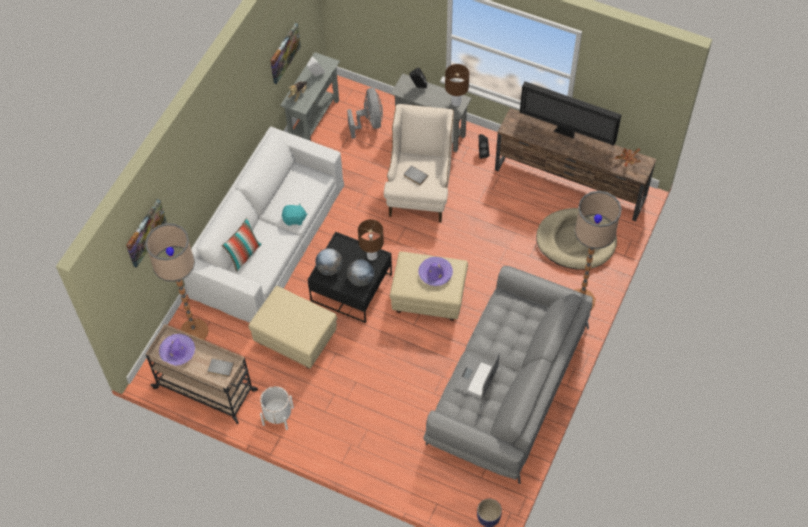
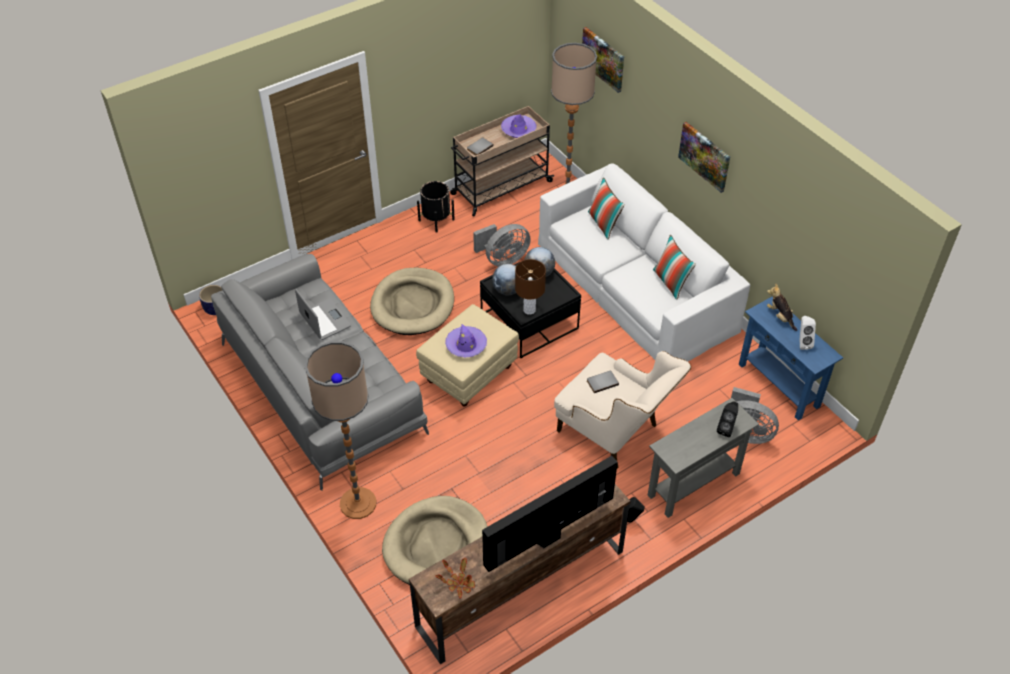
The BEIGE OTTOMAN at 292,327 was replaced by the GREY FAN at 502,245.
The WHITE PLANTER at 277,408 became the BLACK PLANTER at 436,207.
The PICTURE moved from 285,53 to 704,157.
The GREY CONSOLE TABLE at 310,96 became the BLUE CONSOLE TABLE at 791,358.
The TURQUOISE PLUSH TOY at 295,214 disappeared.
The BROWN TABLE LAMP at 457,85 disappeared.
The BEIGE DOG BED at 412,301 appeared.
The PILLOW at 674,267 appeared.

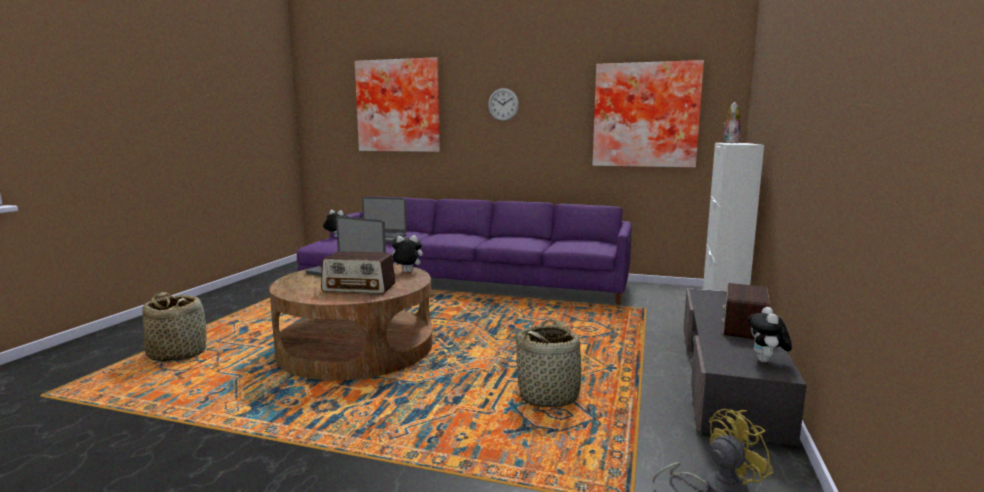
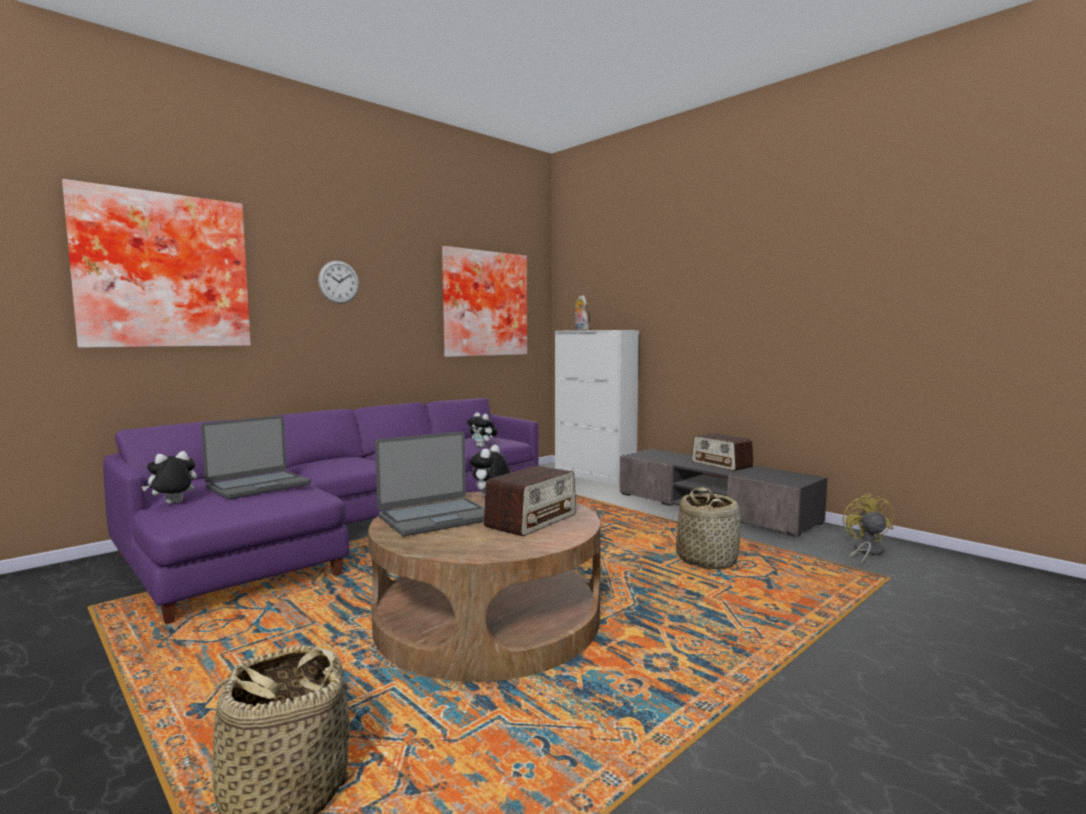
The PLUSH TOY moved from 770,335 to 482,430.

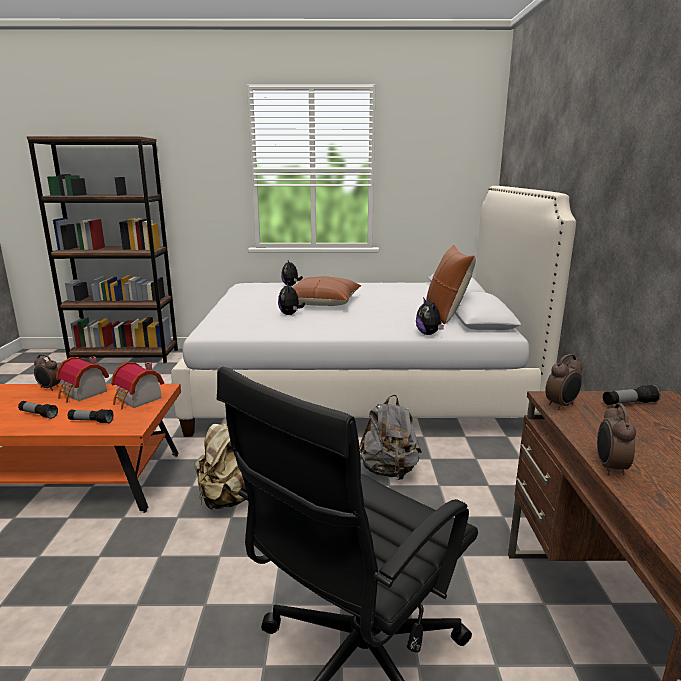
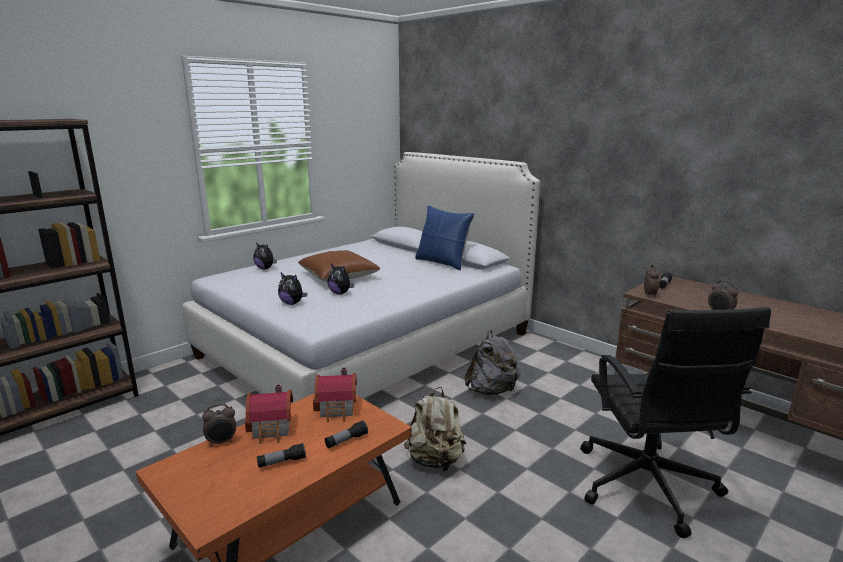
The PLUSH TOY moved from 430,316 to 292,289.
The BROWN PILLOW at 451,284 became the BLUE PILLOW at 444,237.

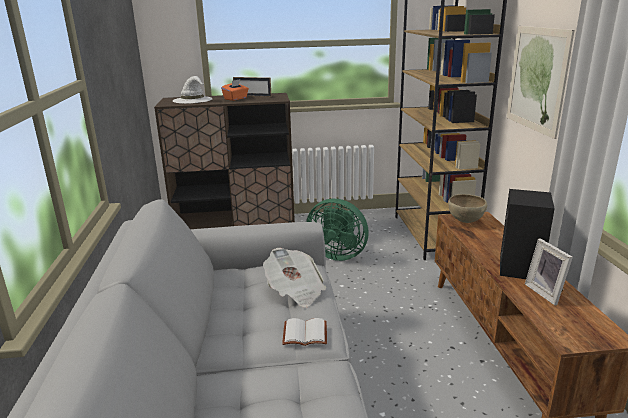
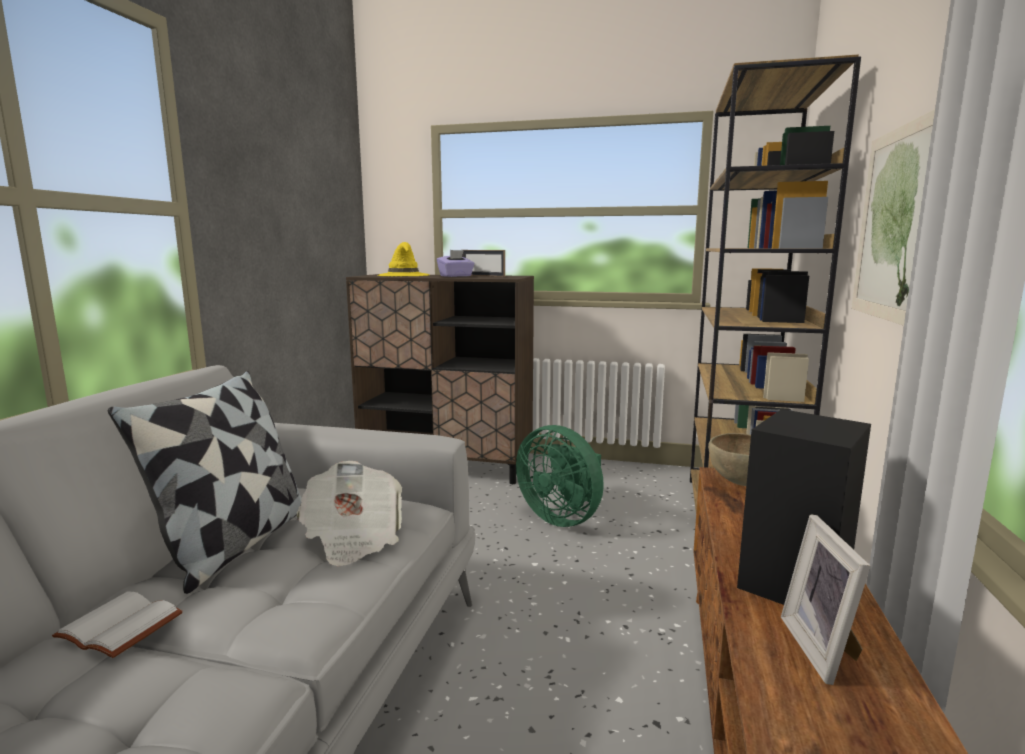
The WHITE HAT at 193,90 became the YELLOW HAT at 404,259.
The ORANGE TISSUE BOX at 235,90 became the PURPLE TISSUE BOX at 456,263.
The WHITE BOOK moved from 304,332 to 117,625.
The PILLOW at 205,482 appeared.

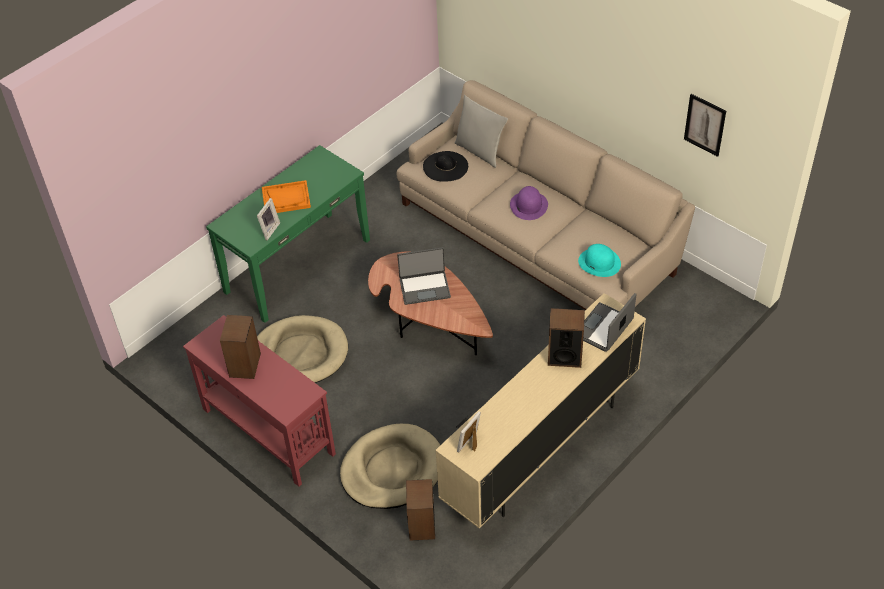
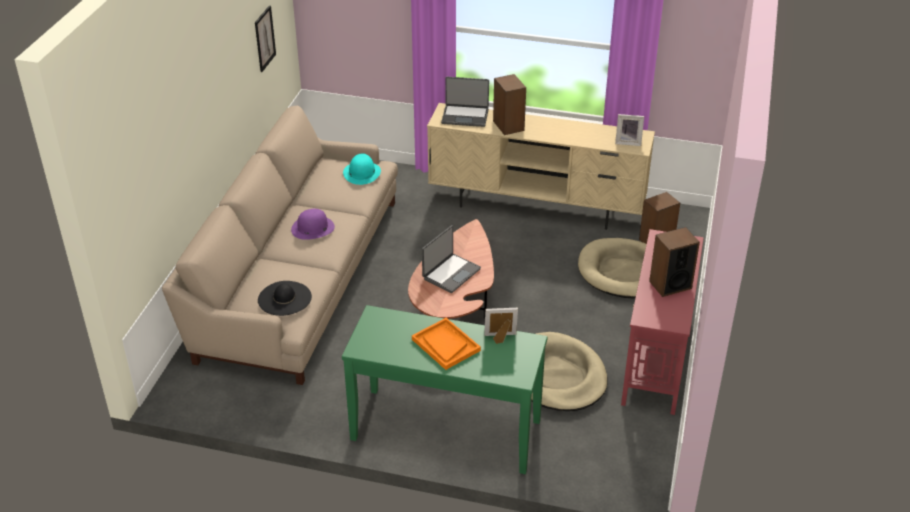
The LAPTOP at 424,276 turned 75 degrees clockwise.
The GREY PILLOW at 481,131 disappeared.

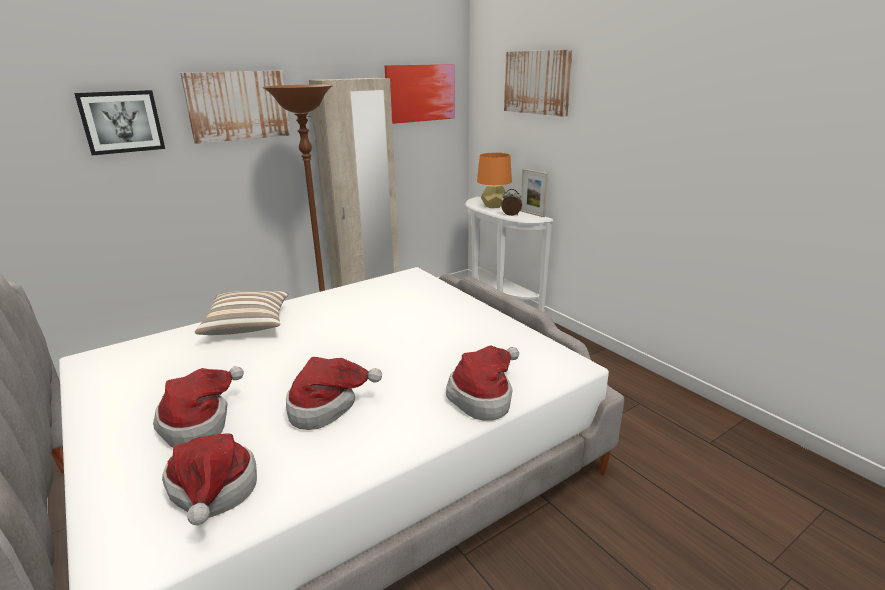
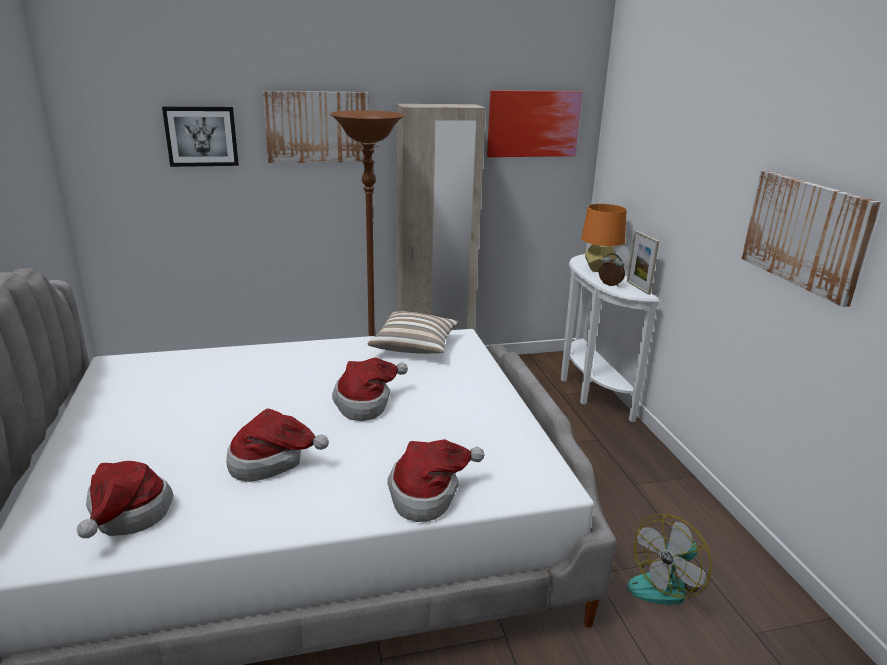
The HAT moved from 198,407 to 370,389.
The PILLOW moved from 242,313 to 413,332.
The PICTURE moved from 538,83 to 811,239.
The FAN at 669,559 appeared.

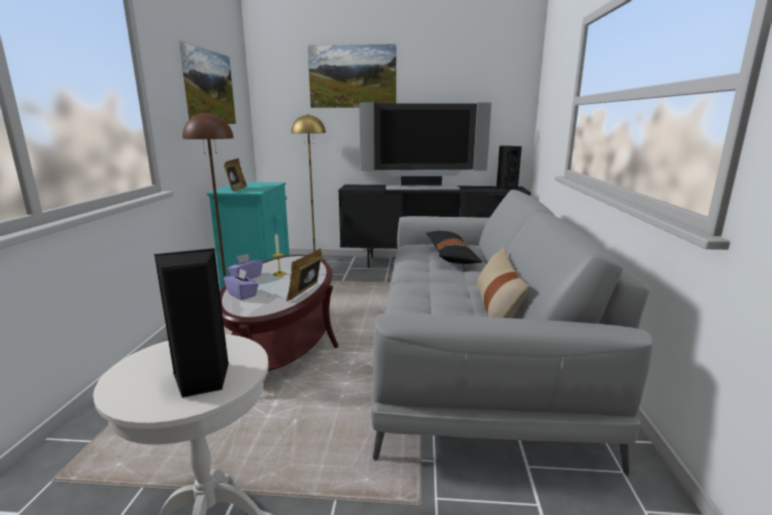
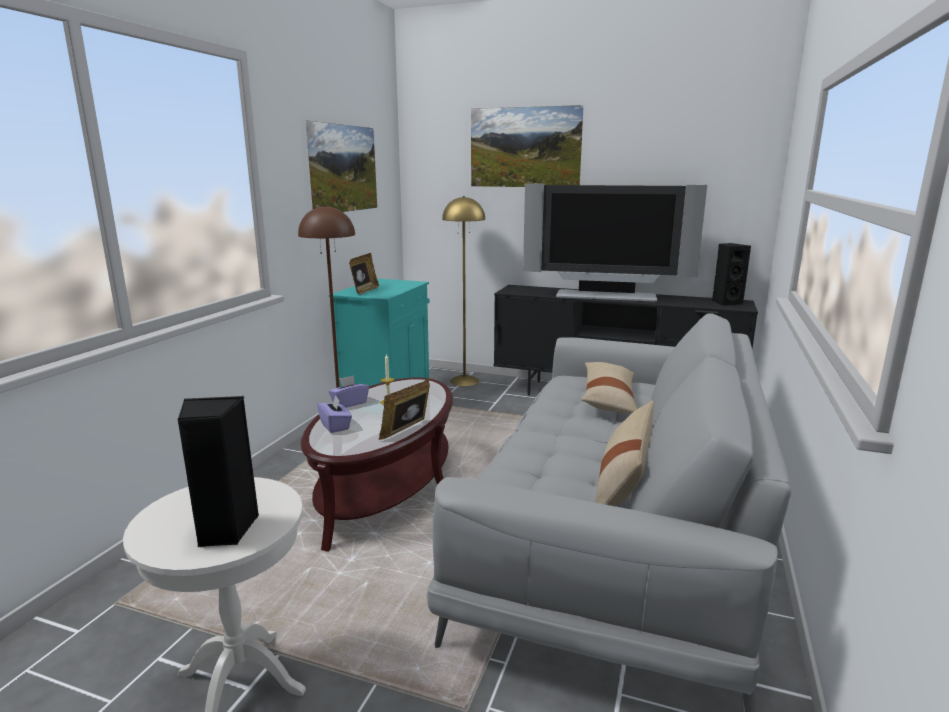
The BLACK PILLOW at 454,247 became the BEIGE PILLOW at 610,387.

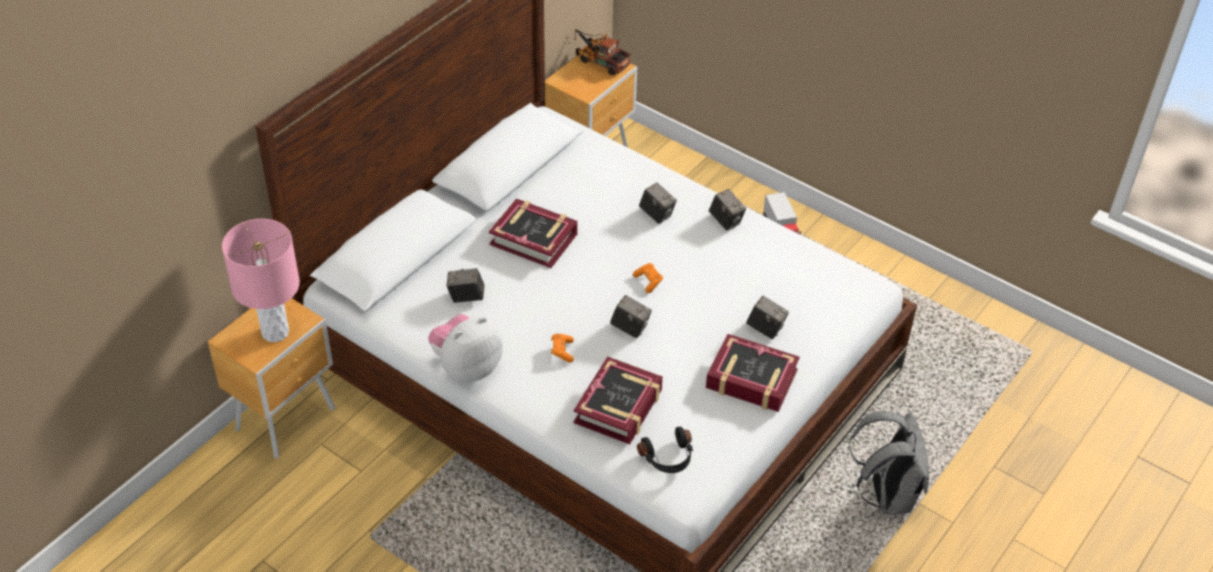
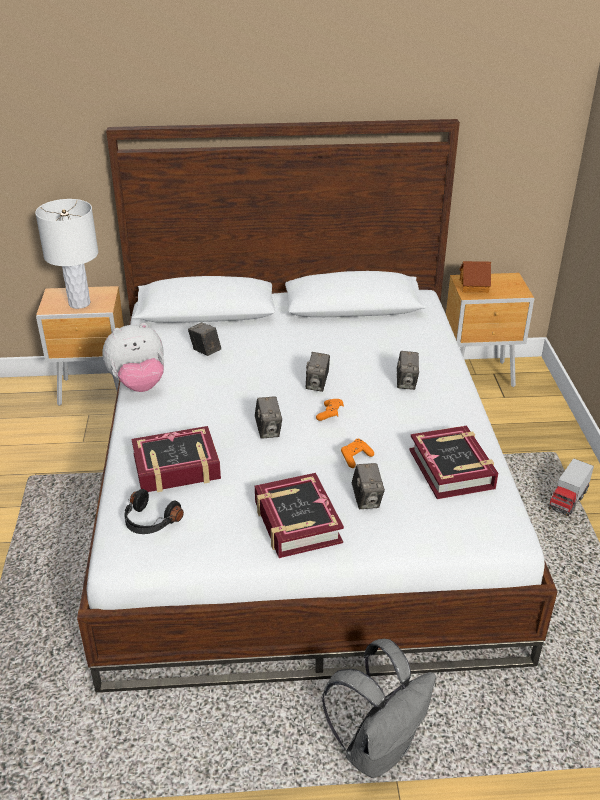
The PINK TABLE LAMP at 261,280 became the WHITE TABLE LAMP at 66,254.
The PLUSH TOY at 465,348 turned 150 degrees clockwise.
The BOOK moved from 533,233 to 453,462.
The ORANGE GAME CONTROLLER moved from 562,348 to 357,453.
The TOY TRUCK at 602,52 disappeared.
The PHOTO CAMERA moved from 727,209 to 318,372.
The TOY HOUSE at 475,277 appeared.

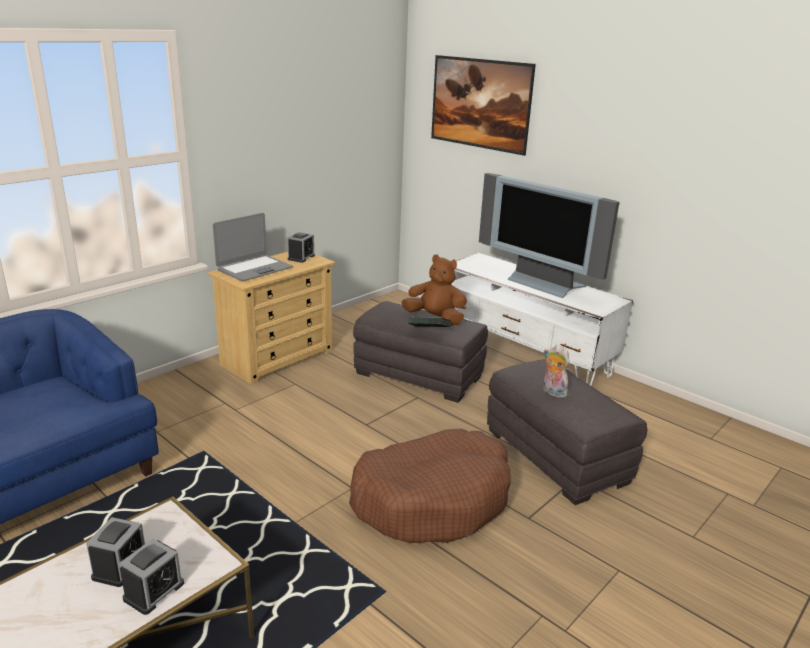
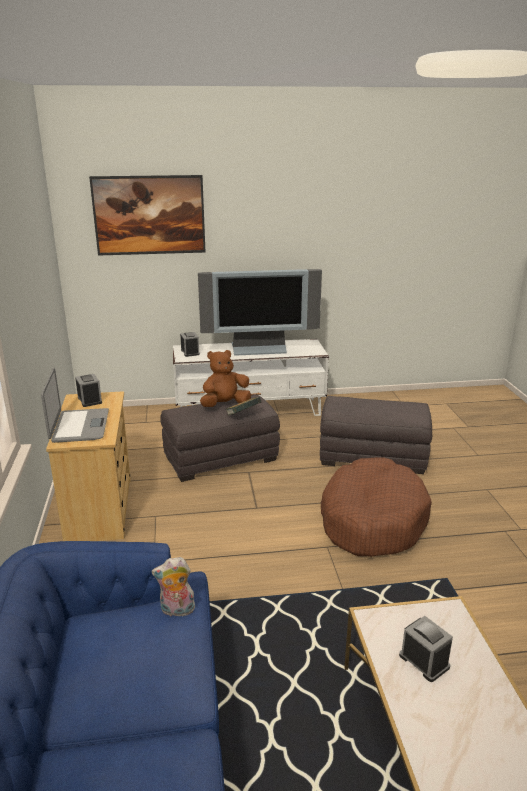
The ALARM CLOCK moved from 151,577 to 190,344.
The PLUSH TOY moved from 556,371 to 173,586.

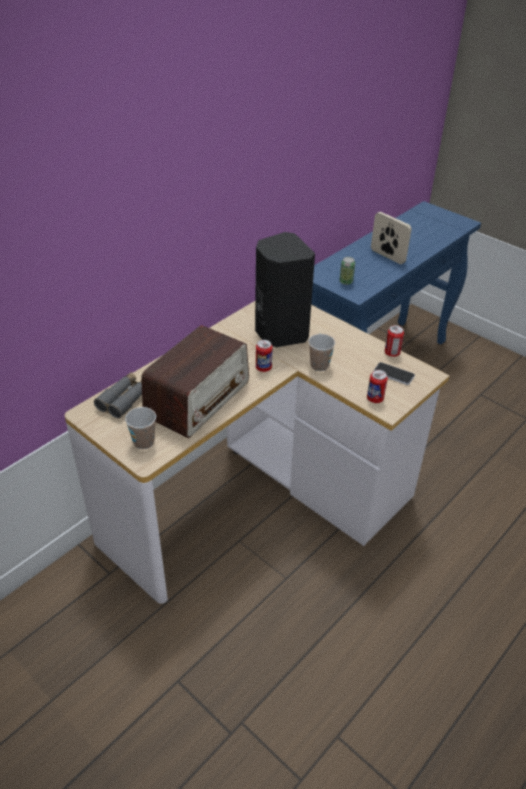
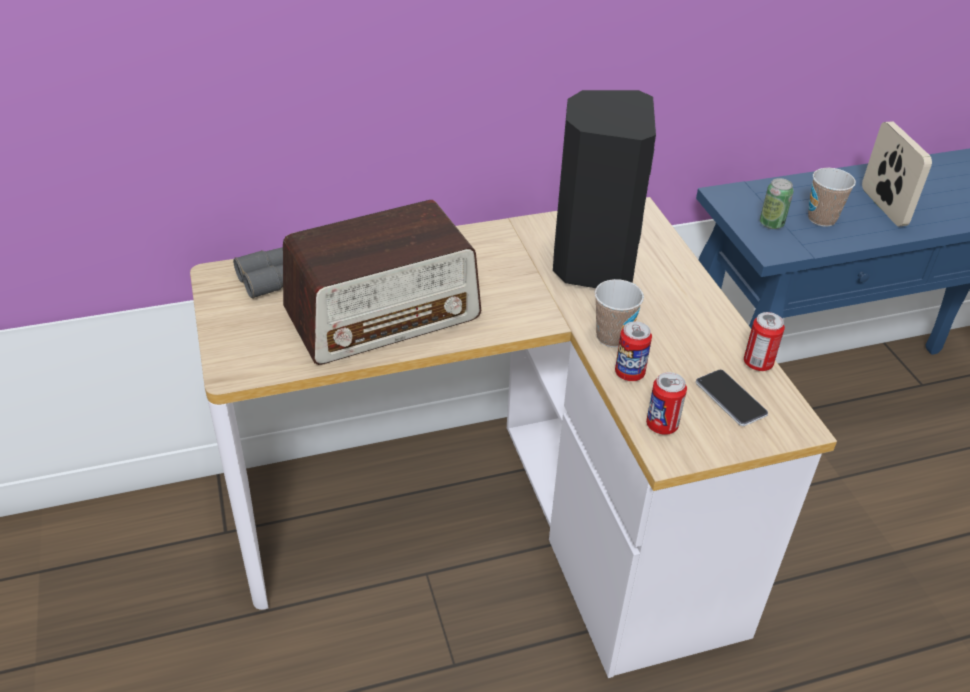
The CUP moved from 140,428 to 832,197.
The CAN moved from 264,356 to 633,351.

